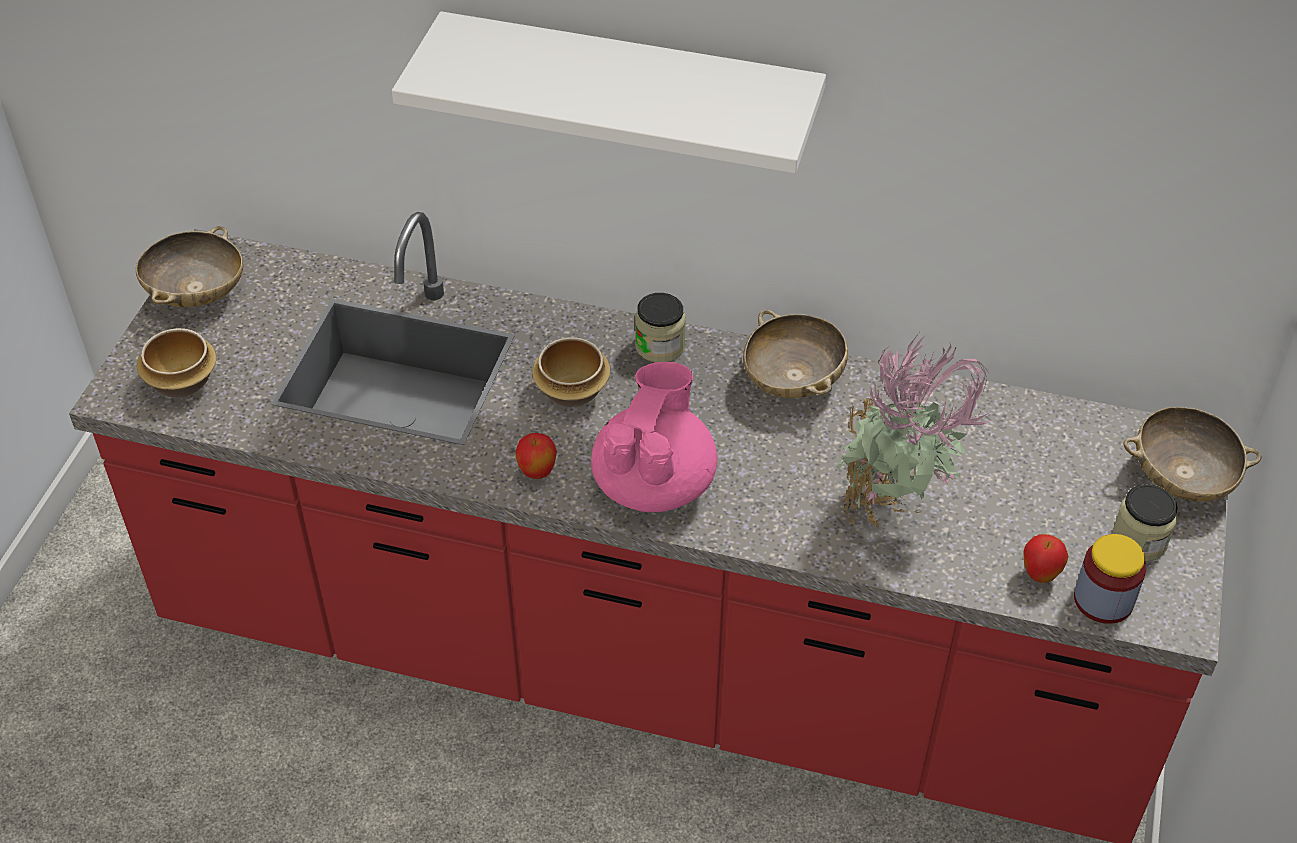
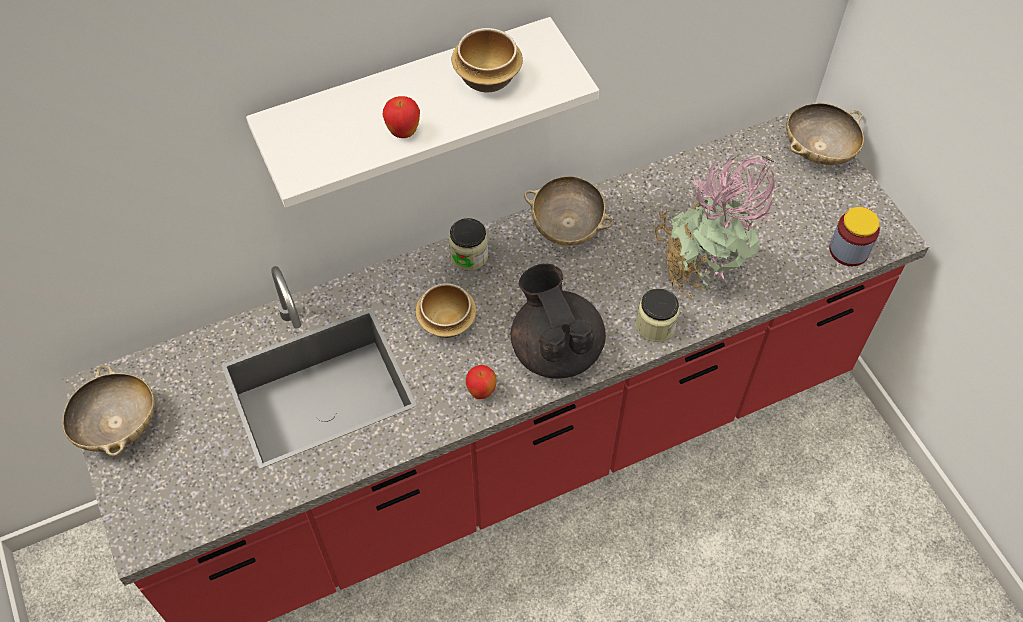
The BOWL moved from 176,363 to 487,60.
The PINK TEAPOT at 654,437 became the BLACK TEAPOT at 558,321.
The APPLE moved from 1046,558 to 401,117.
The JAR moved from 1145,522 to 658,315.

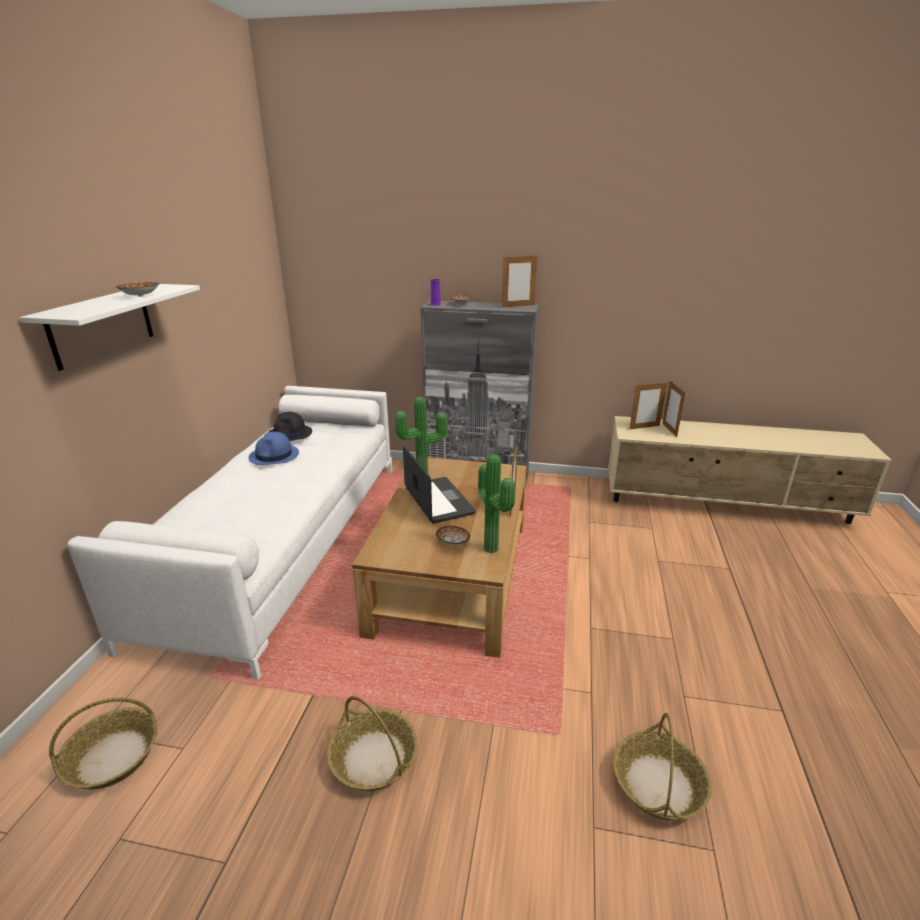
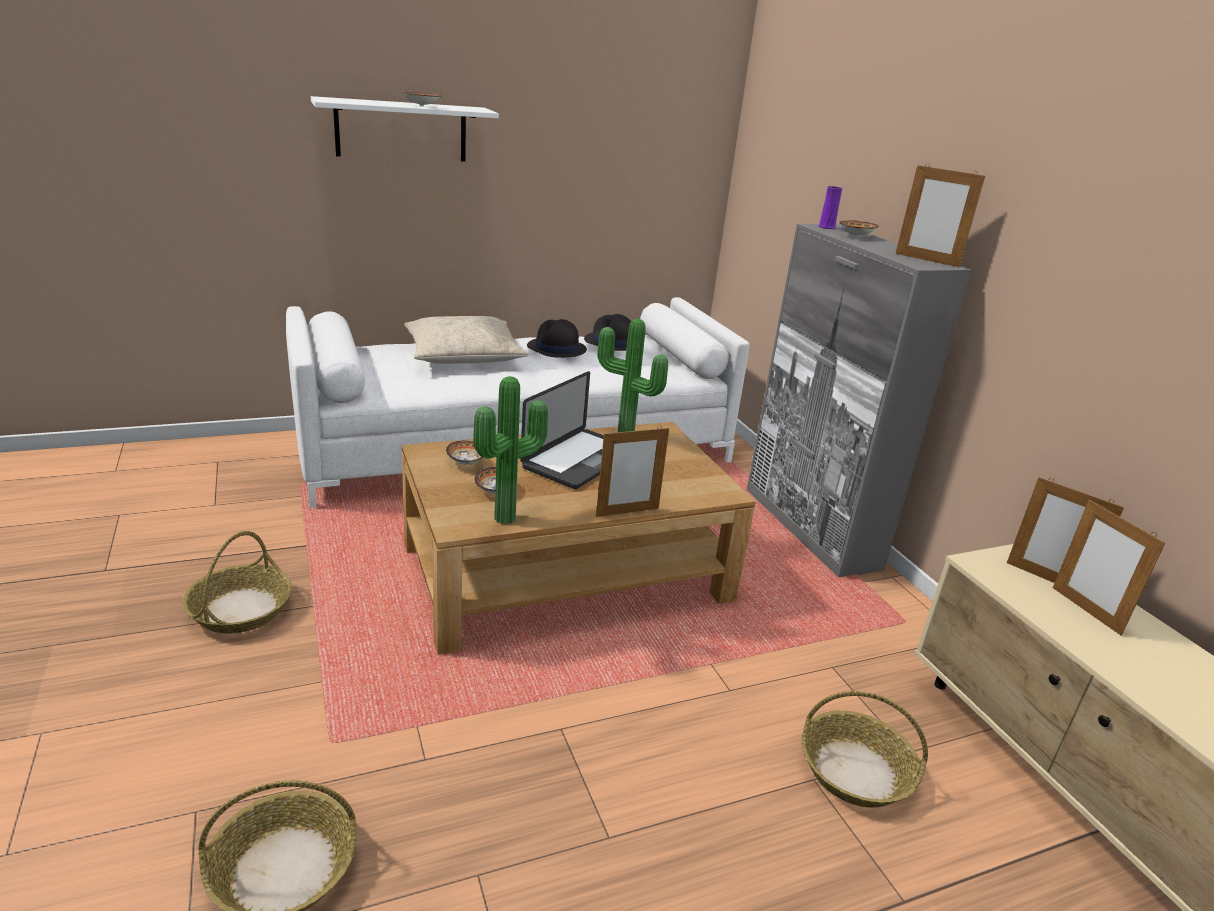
The BASKET moved from 103,743 to 865,749.
The BLUE HAT at 273,448 became the BLACK HAT at 557,338.
The PICTURE FRAME at 674,408 turned 75 degrees counterclockwise.
The BEIGE PILLOW at 466,340 appeared.
The BOWL at 464,453 appeared.

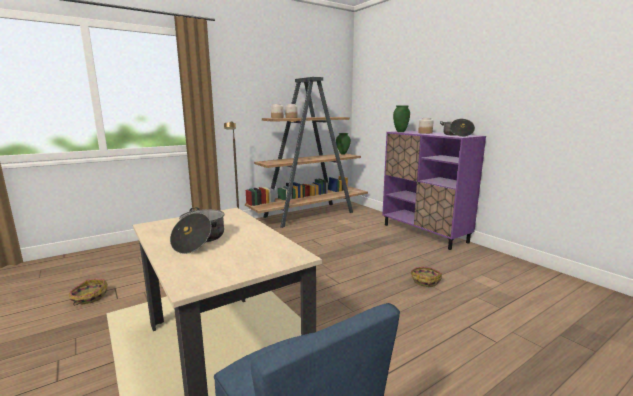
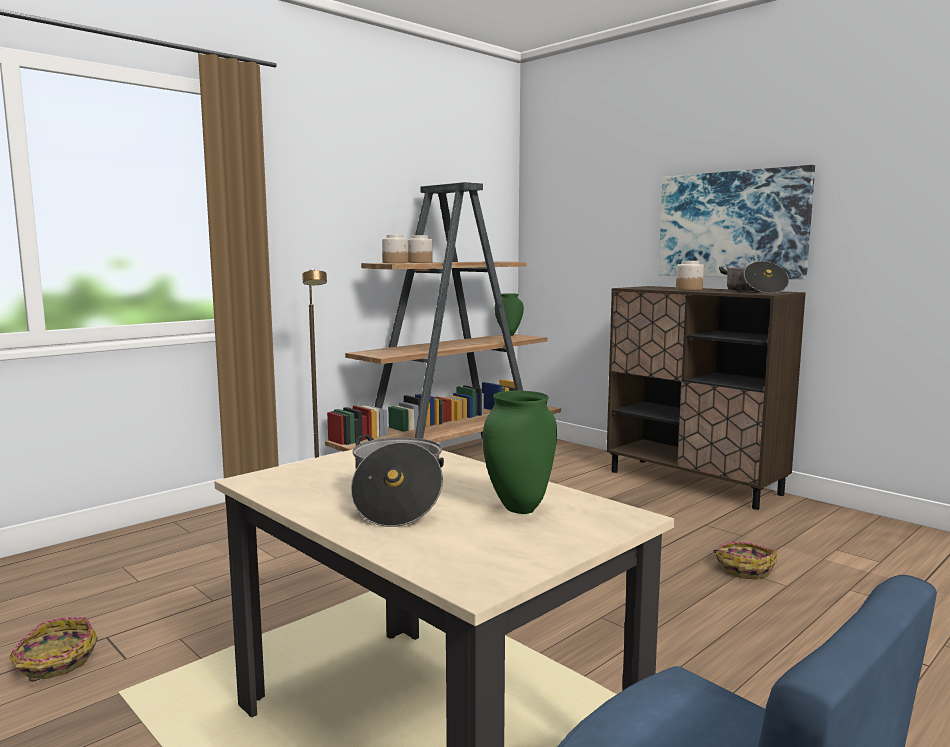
The PURPLE CABINET at 434,190 became the BROWN CABINET at 706,398.
The GREEN VASE moved from 401,119 to 520,452.
The PICTURE at 736,222 appeared.

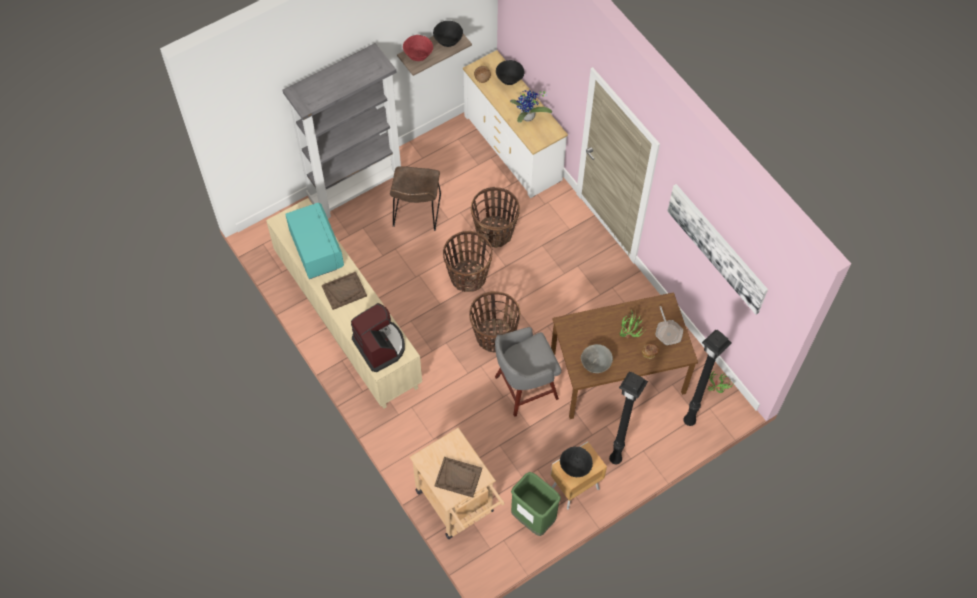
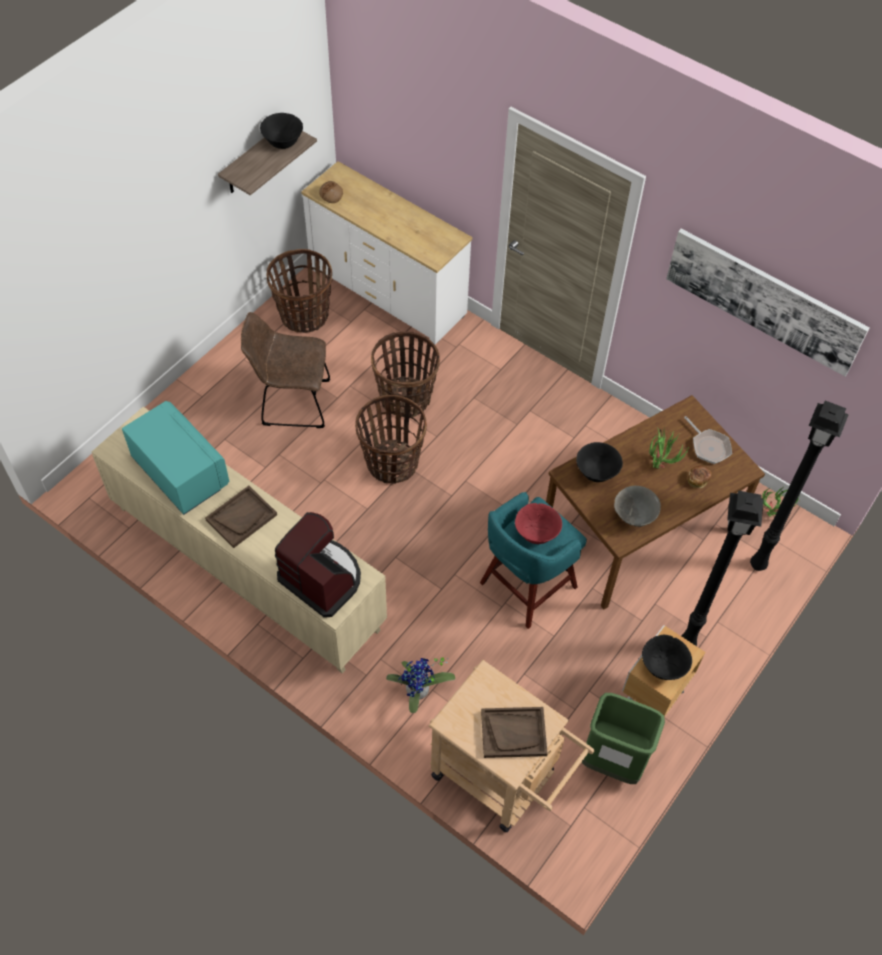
The GREY BOOKCASE at 342,130 disappeared.
The BROWN CHAIR at 415,198 turned 105 degrees clockwise.
The RED BOWL moved from 418,48 to 538,523.
The BASKET moved from 494,322 to 299,291.
The GREY STOOL at 528,372 became the TURQUOISE STOOL at 533,560.
The BLACK BOWL moved from 510,72 to 599,462.
The POTTED PLANT moved from 531,106 to 420,685.

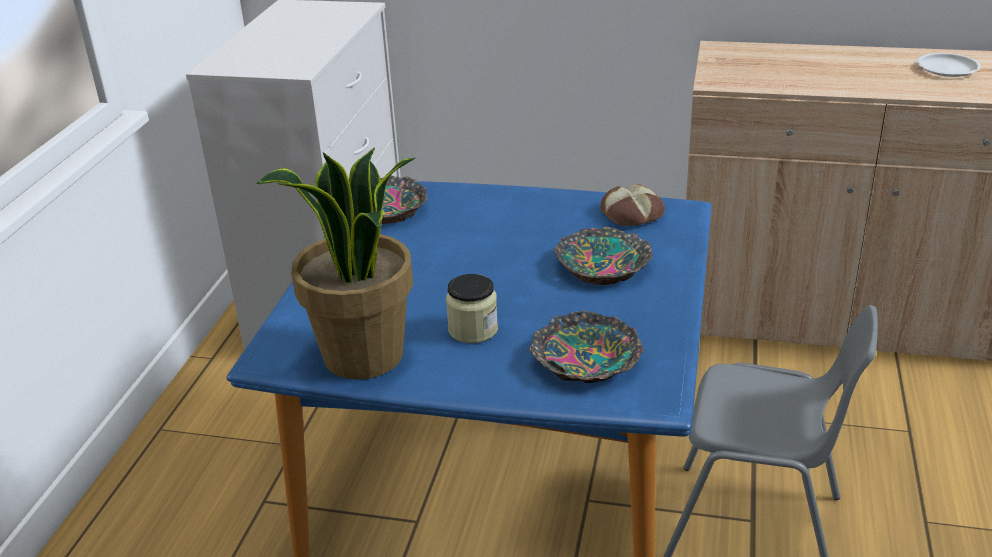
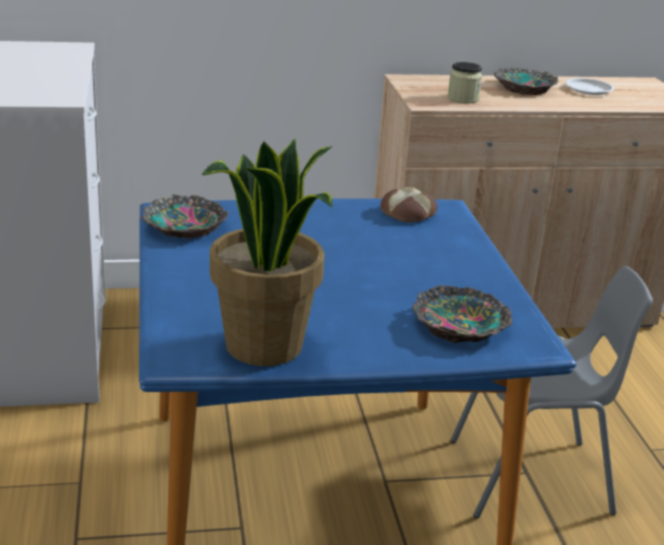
The JAR moved from 472,309 to 465,82.
The BOWL moved from 603,256 to 526,81.

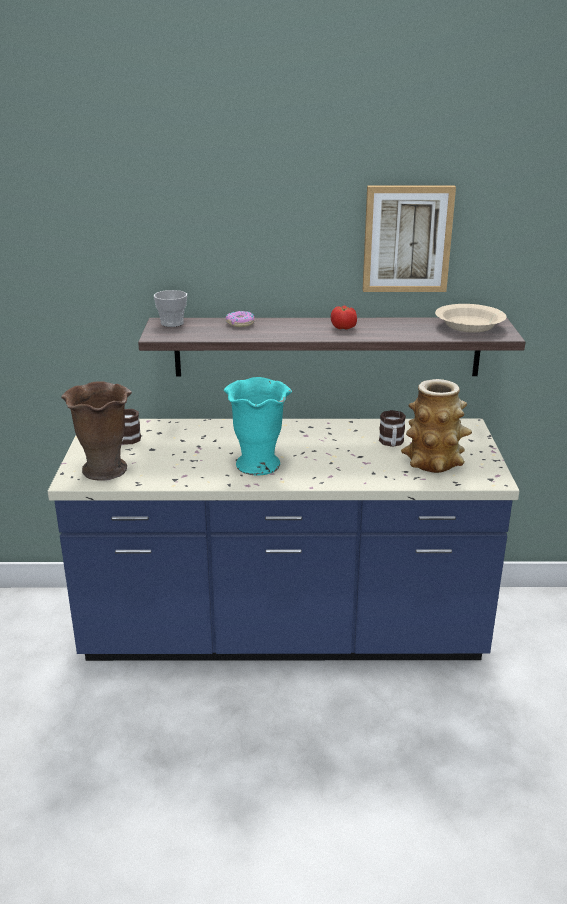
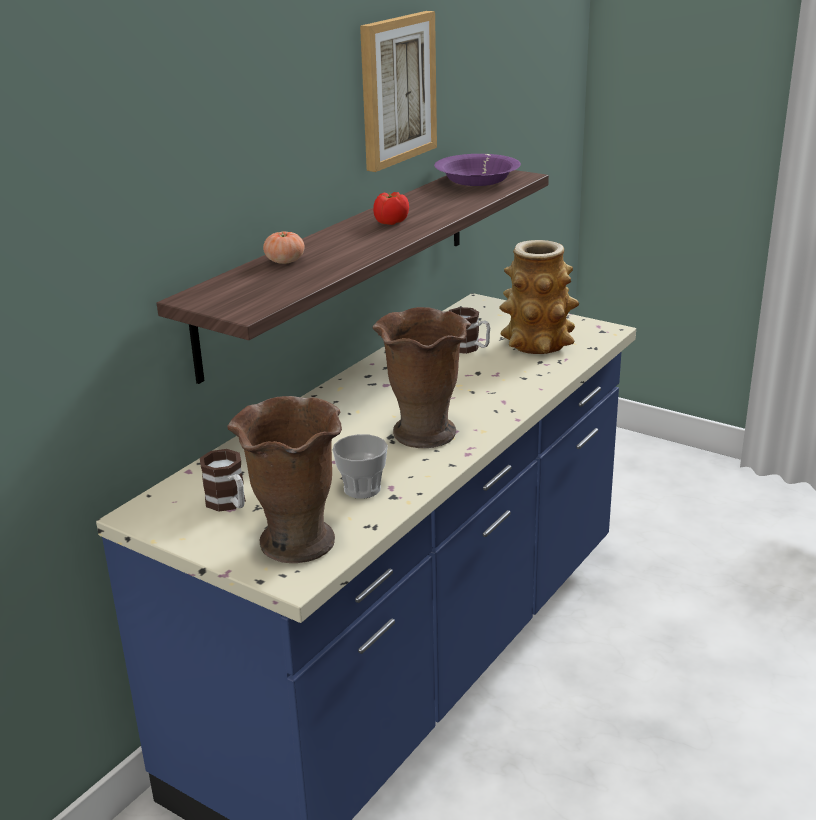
The CUP moved from 170,308 to 360,466.
The TURQUOISE VASE at 258,426 became the BROWN VASE at 422,377.
The DONUT at 240,319 was replaced by the TOMATO at 284,247.
The BEIGE BOWL at 471,318 became the PURPLE BOWL at 477,170.

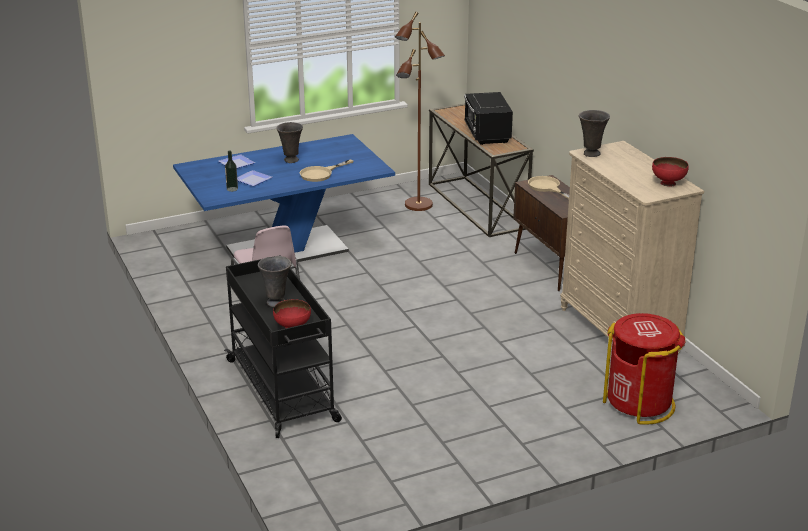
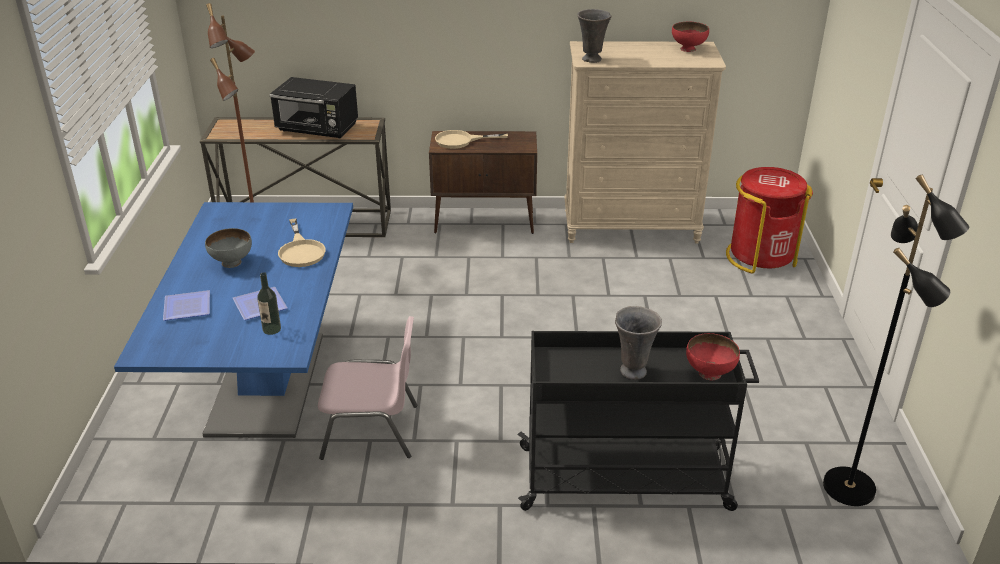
The GREY VASE at 289,142 was replaced by the GREY BOWL at 228,248.
The BLACK FLOOR LAMP at 896,340 appeared.

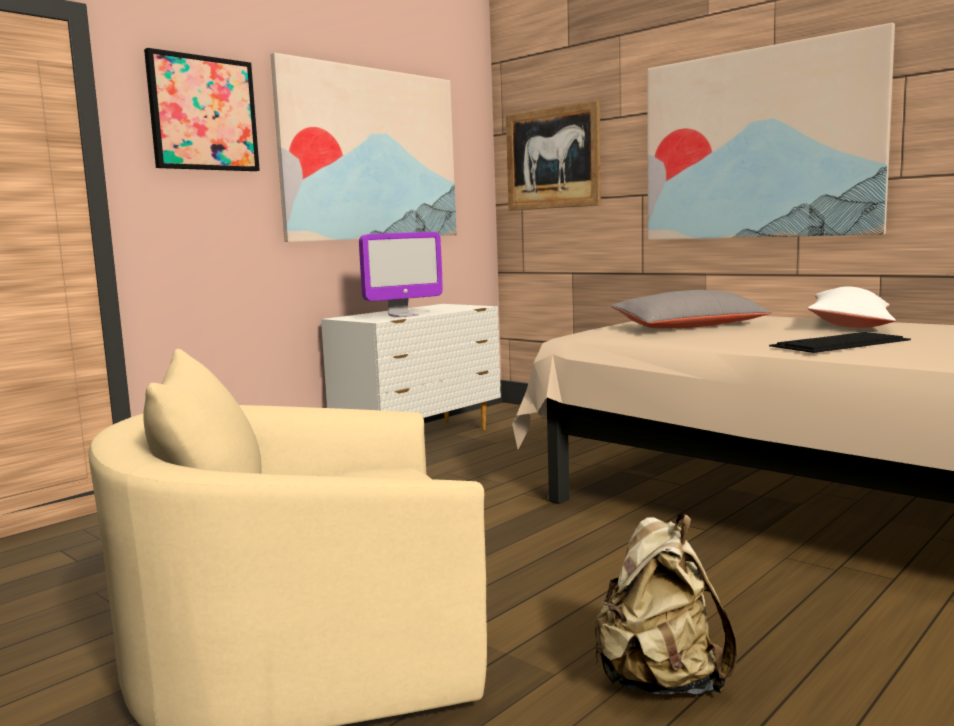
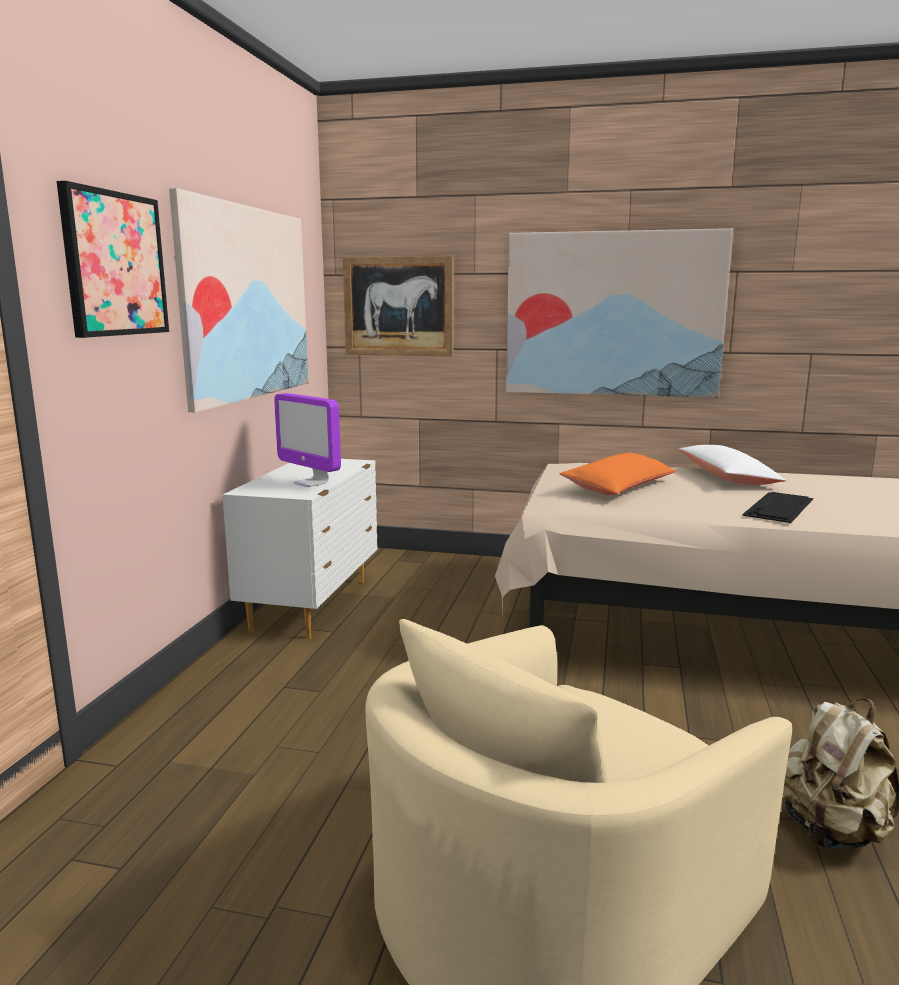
The MONITOR at 401,274 turned 105 degrees clockwise.
The GREY PILLOW at 691,309 became the ORANGE PILLOW at 618,474.

